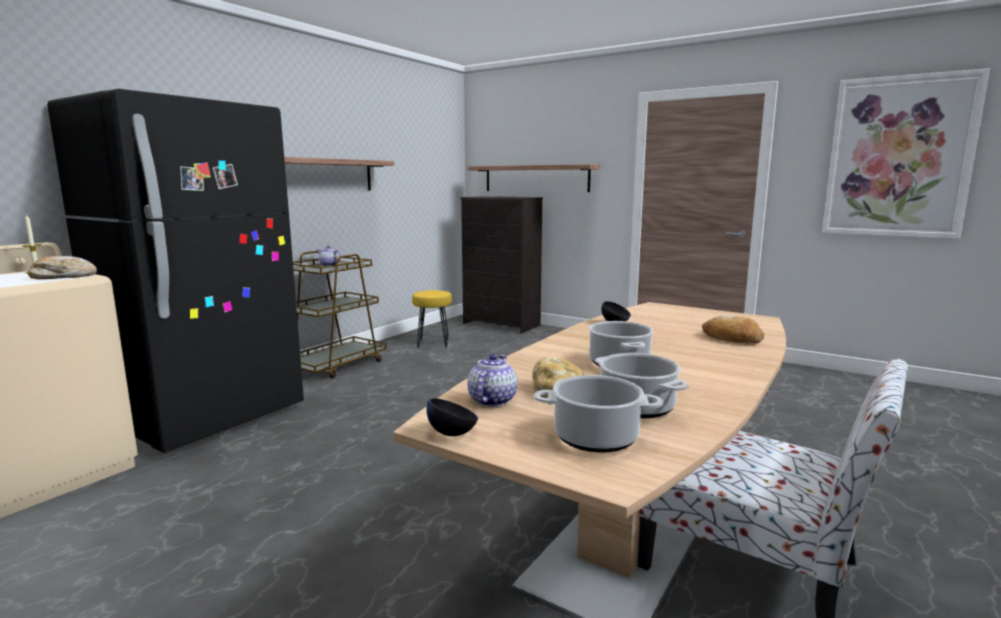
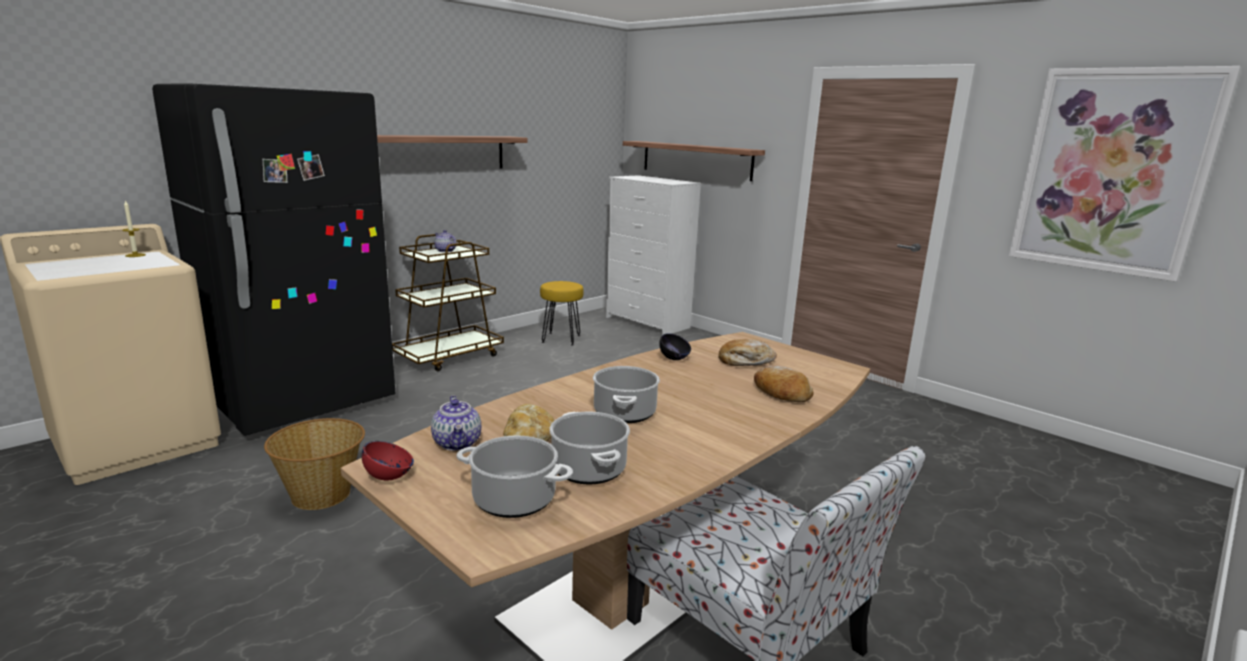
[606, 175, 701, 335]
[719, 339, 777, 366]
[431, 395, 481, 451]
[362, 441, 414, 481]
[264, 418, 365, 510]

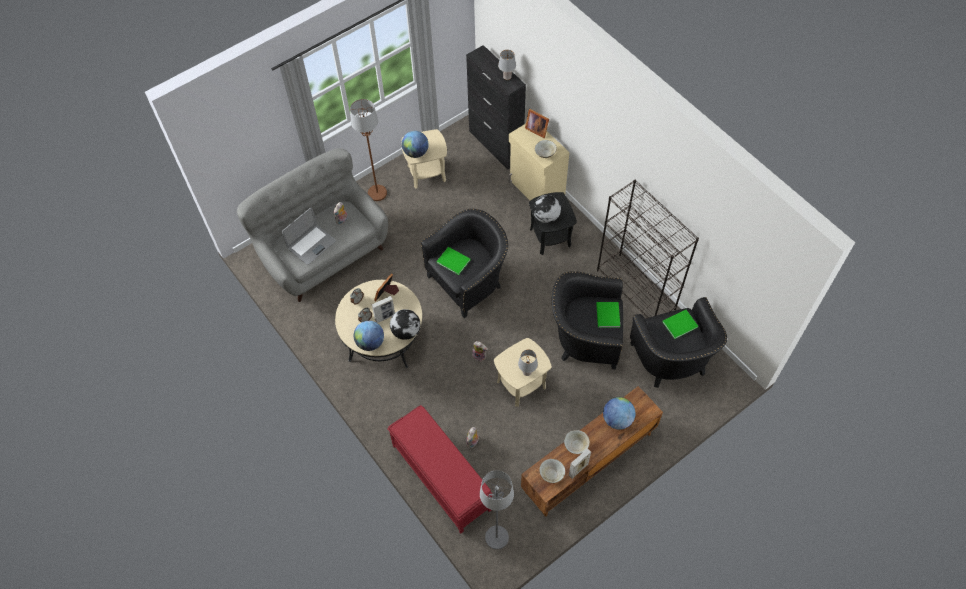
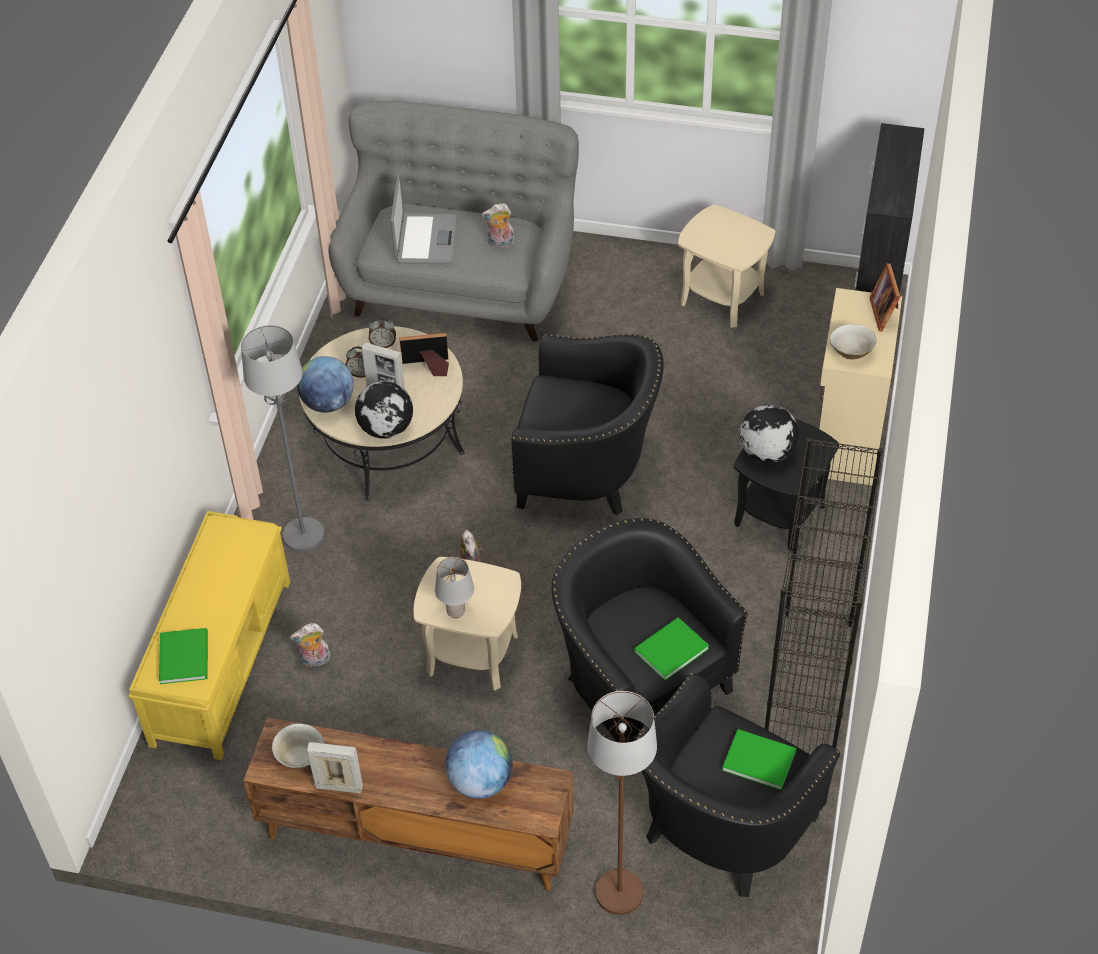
[498, 50, 516, 80] (first image)
[587, 691, 657, 915]
[402, 131, 428, 158] (first image)
[391, 173, 457, 264]
[159, 628, 208, 684]
[128, 511, 290, 760]
[564, 430, 590, 454] (first image)
[241, 325, 324, 552]

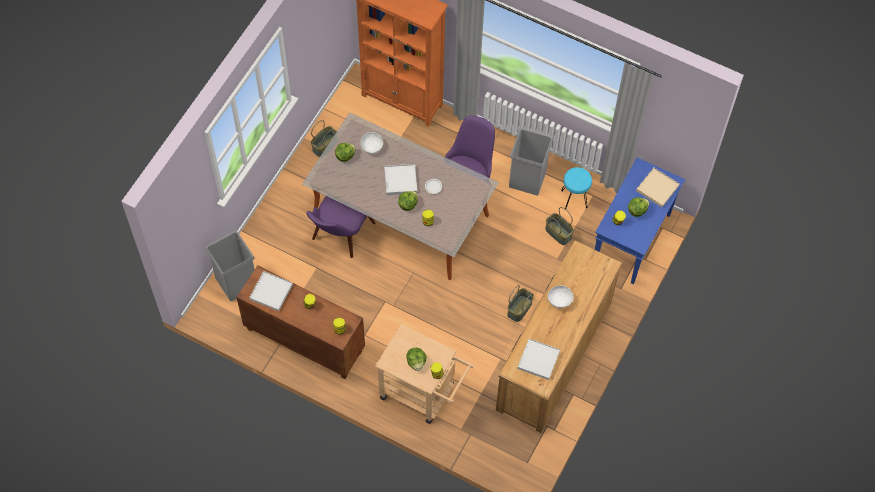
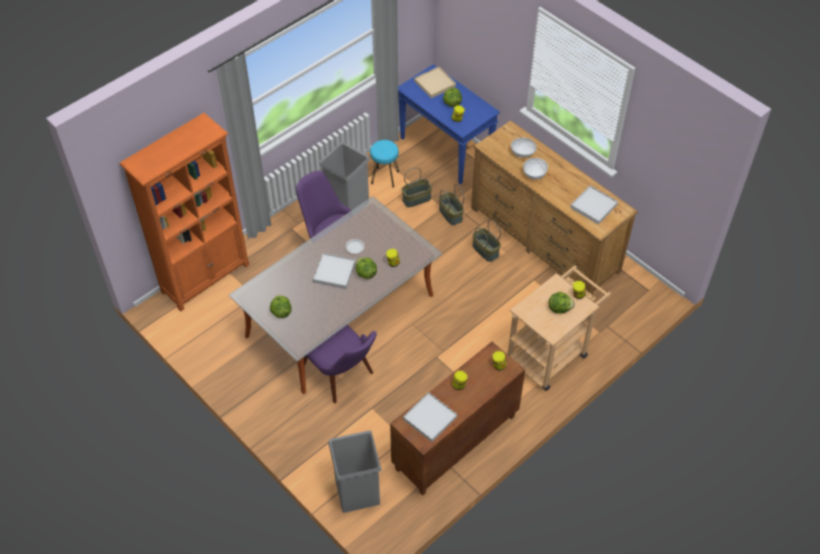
[439, 184, 464, 225]
[511, 138, 537, 158]

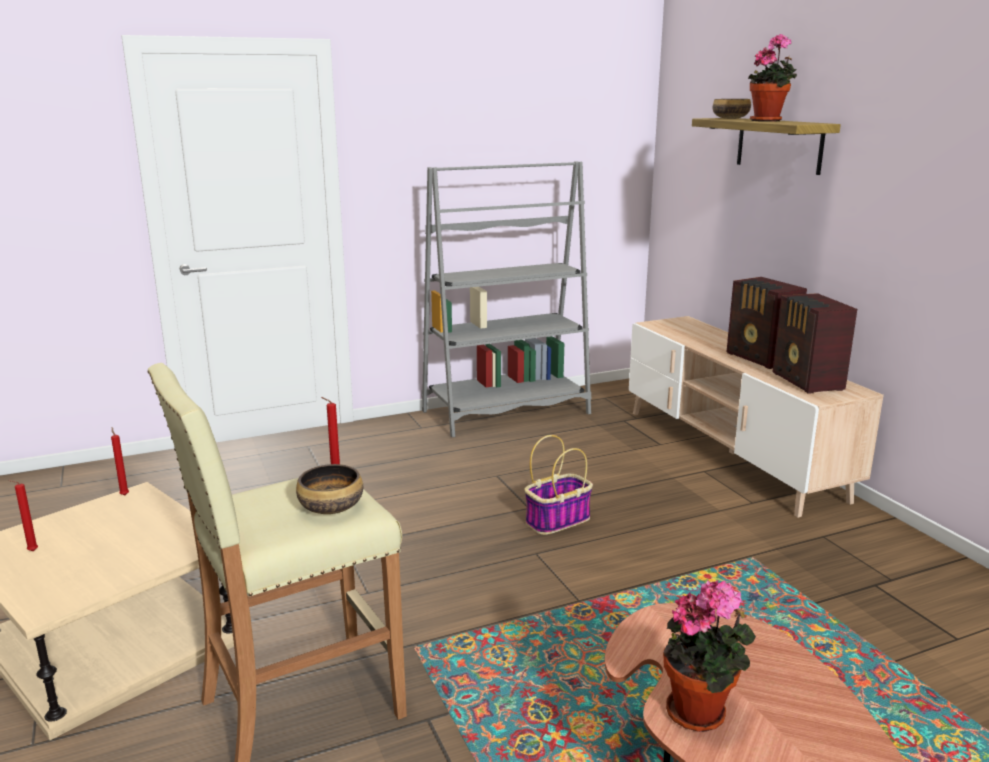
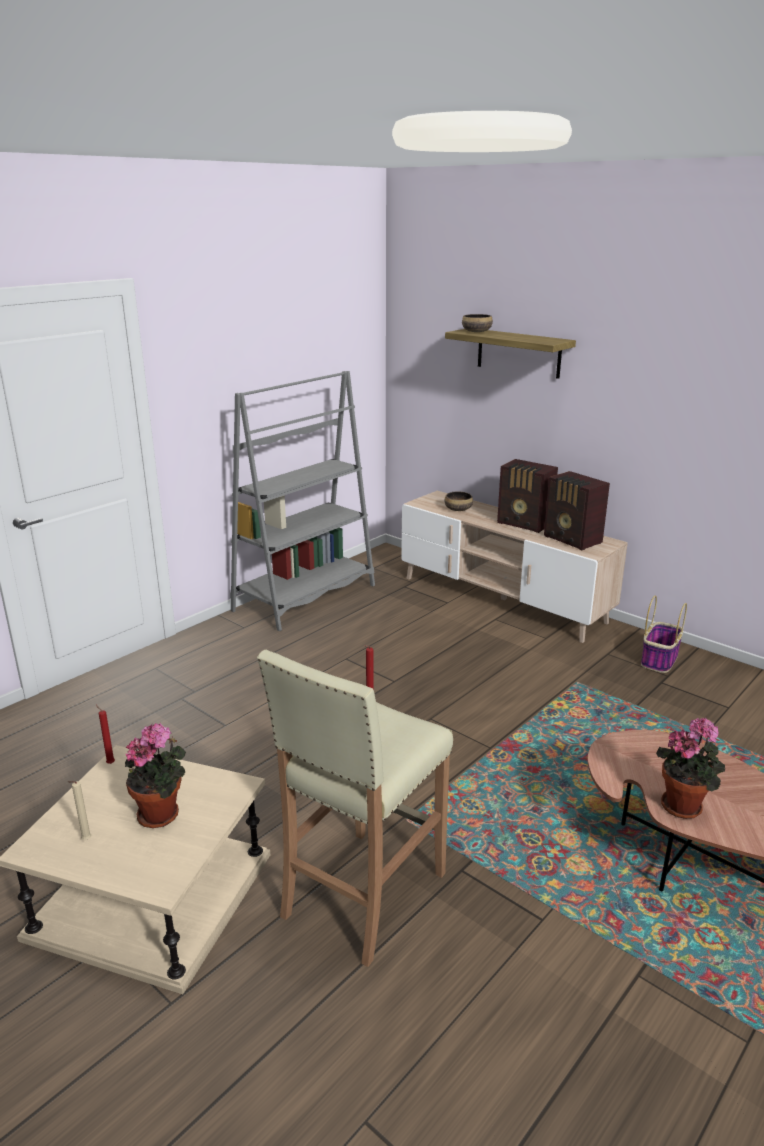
[125, 723, 186, 828]
[641, 596, 687, 673]
[444, 492, 473, 511]
[68, 781, 91, 840]

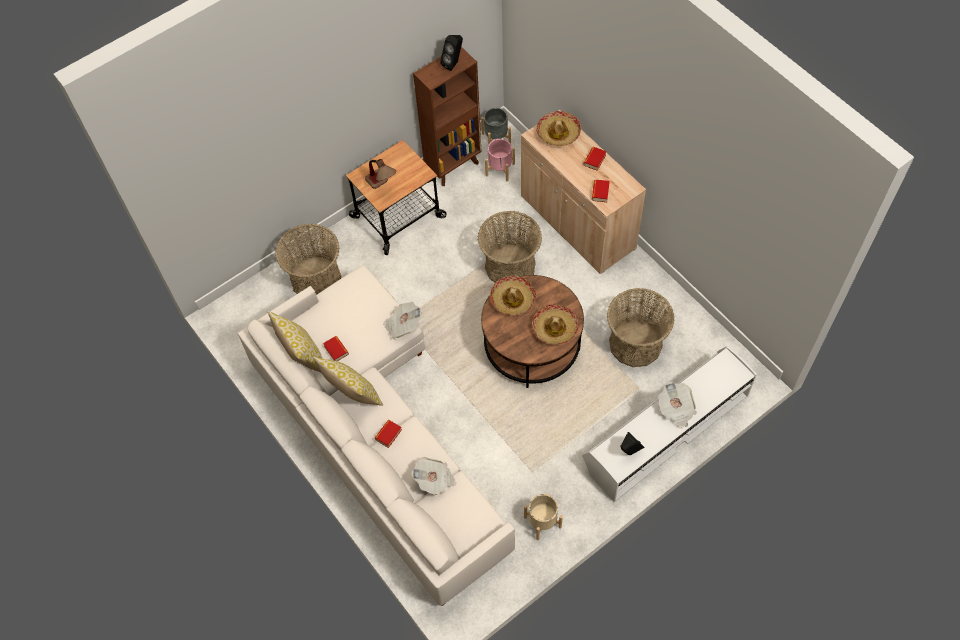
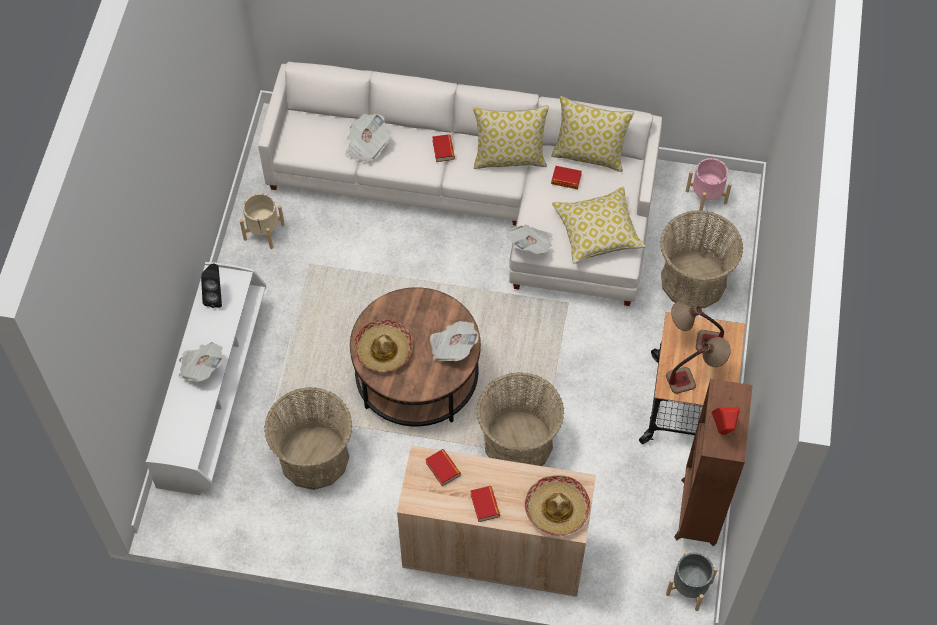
[712, 407, 740, 435]
[686, 158, 732, 211]
[430, 321, 478, 361]
[552, 186, 646, 264]
[666, 337, 731, 394]

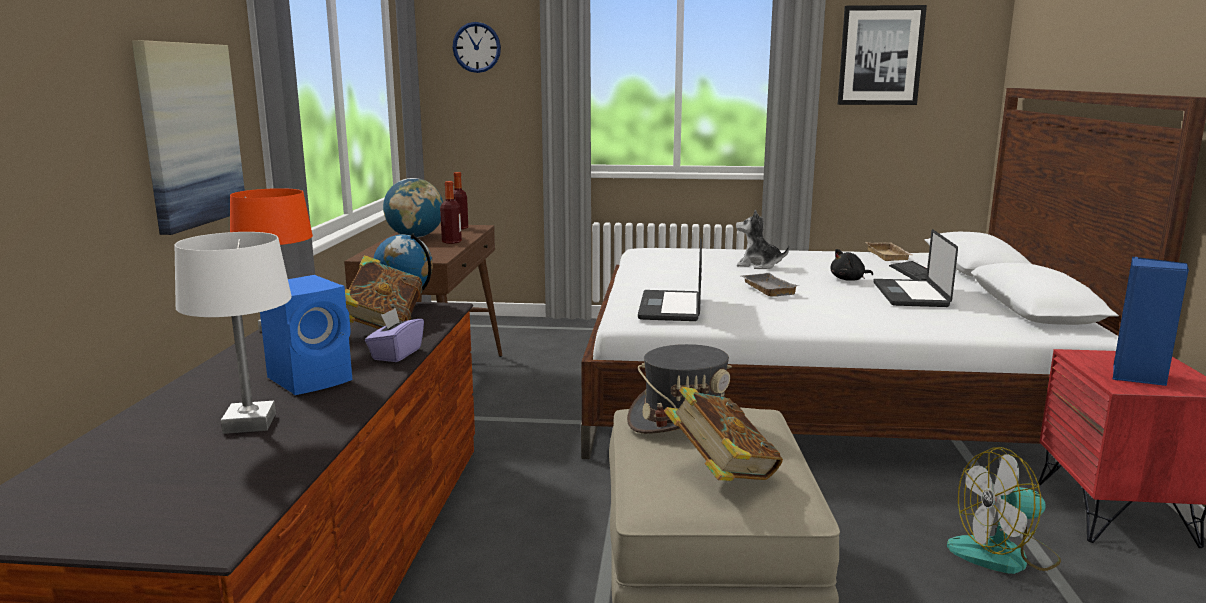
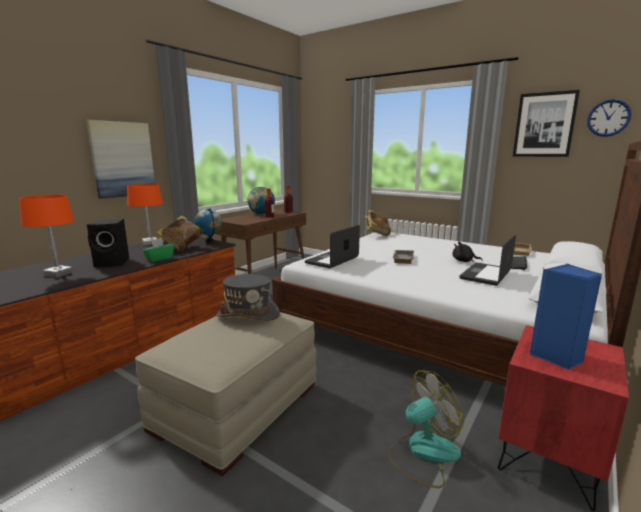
[587, 99, 631, 137]
[736, 210, 790, 269] (first image)
[19, 195, 75, 278]
[87, 219, 129, 267]
[143, 238, 174, 262]
[365, 210, 391, 236]
[388, 370, 464, 488]

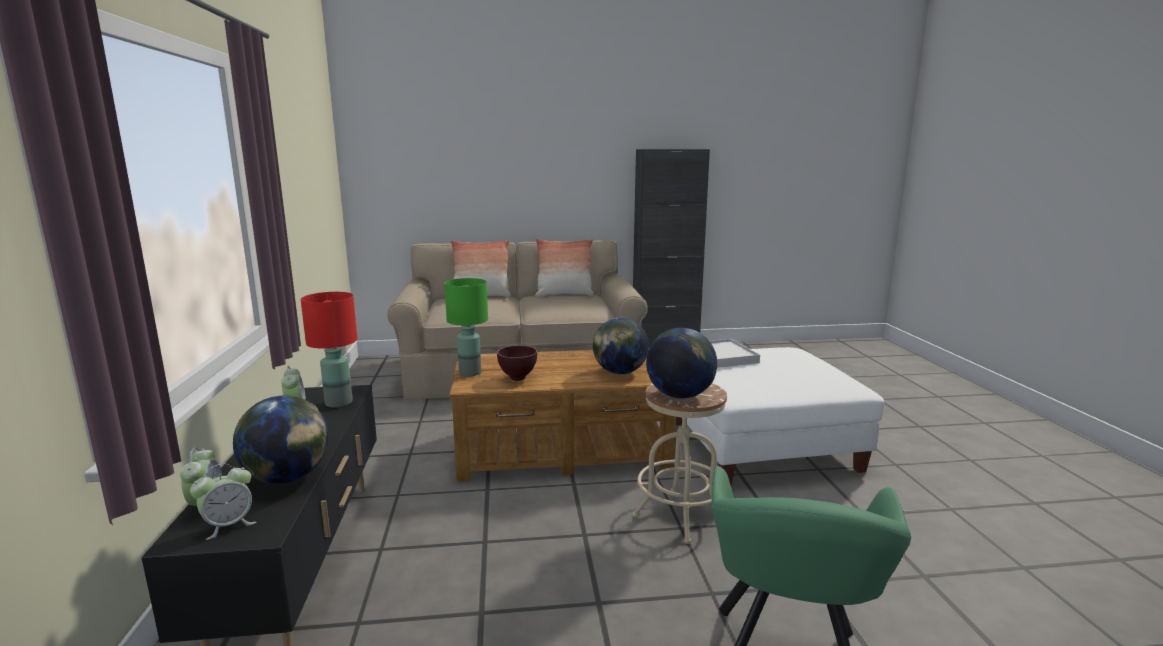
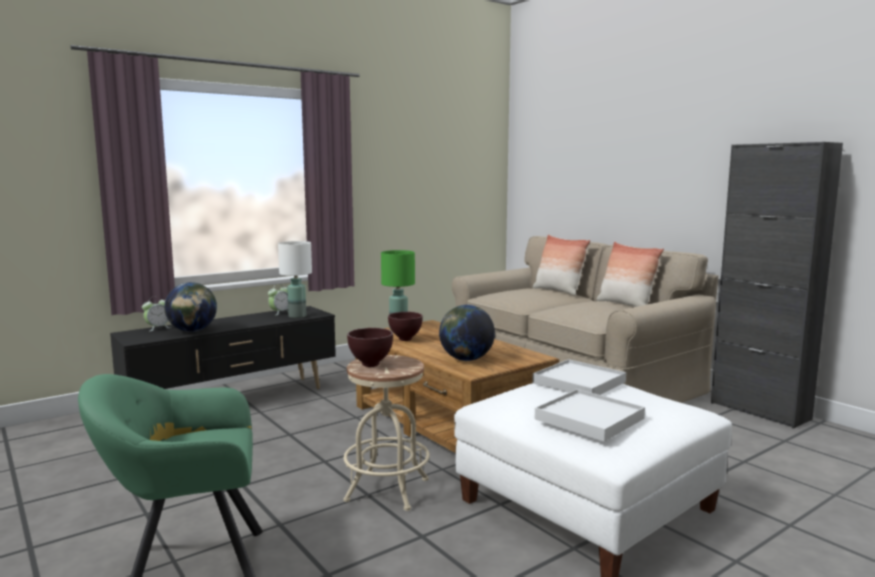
[278, 241, 312, 318]
[347, 328, 393, 367]
[190, 463, 256, 540] (first image)
[535, 389, 645, 442]

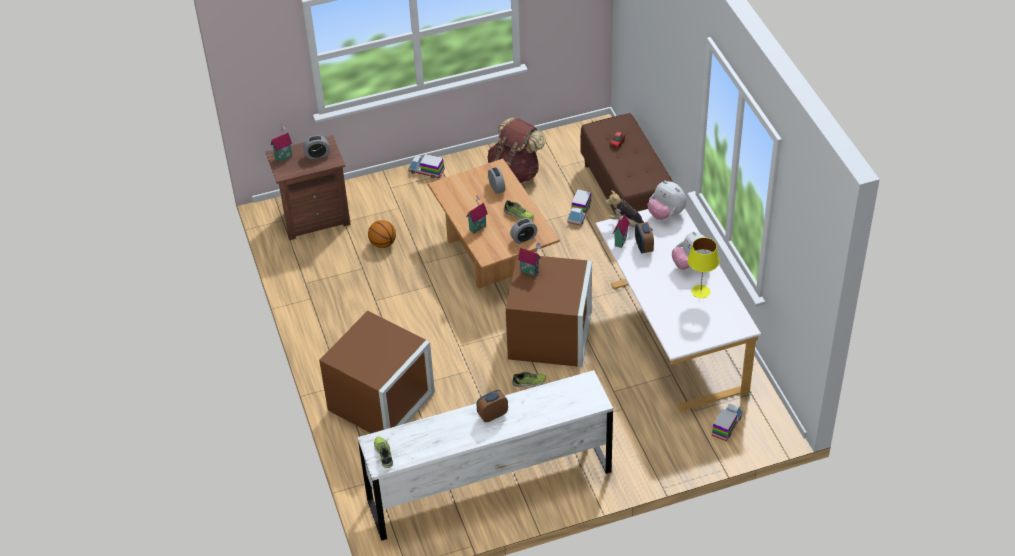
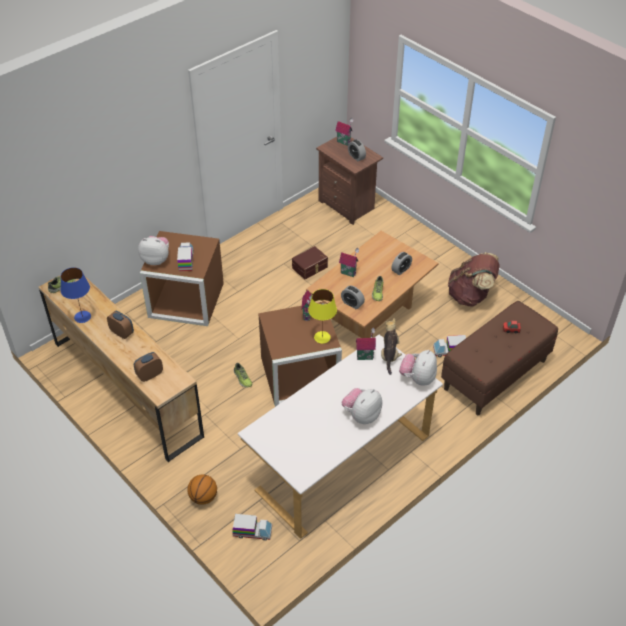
[177, 242, 194, 271]
[187, 475, 217, 505]
[134, 352, 163, 382]
[308, 289, 337, 344]
[39, 267, 204, 462]
[138, 236, 169, 265]
[292, 246, 328, 280]
[60, 267, 91, 323]

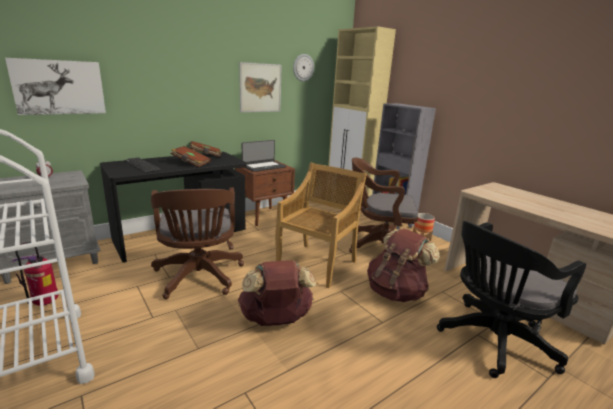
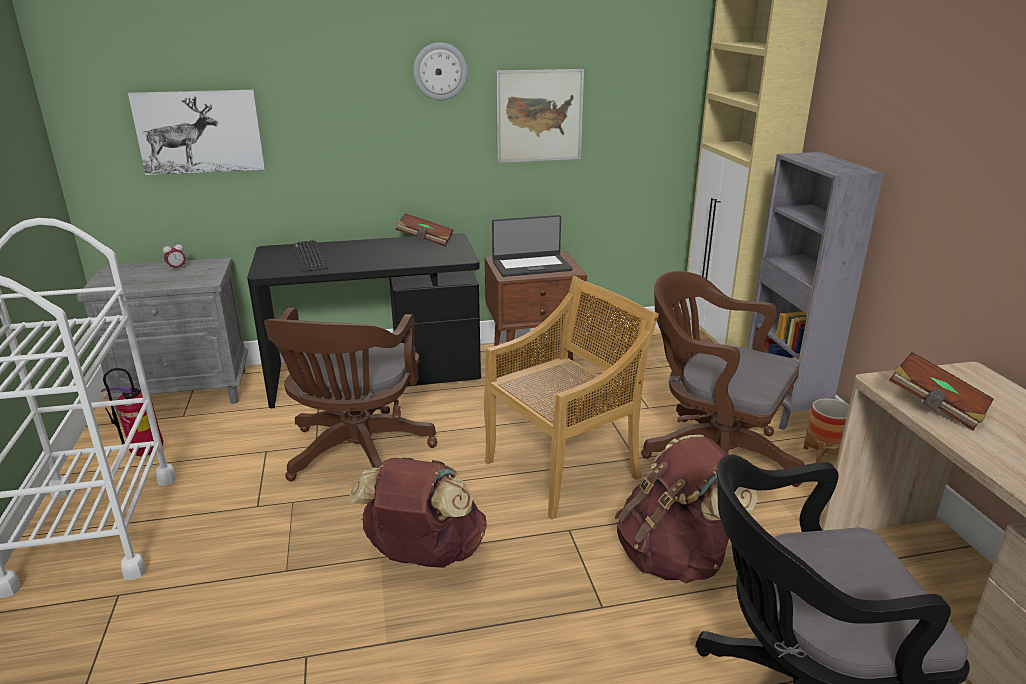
[413, 42, 468, 100]
[889, 352, 994, 431]

